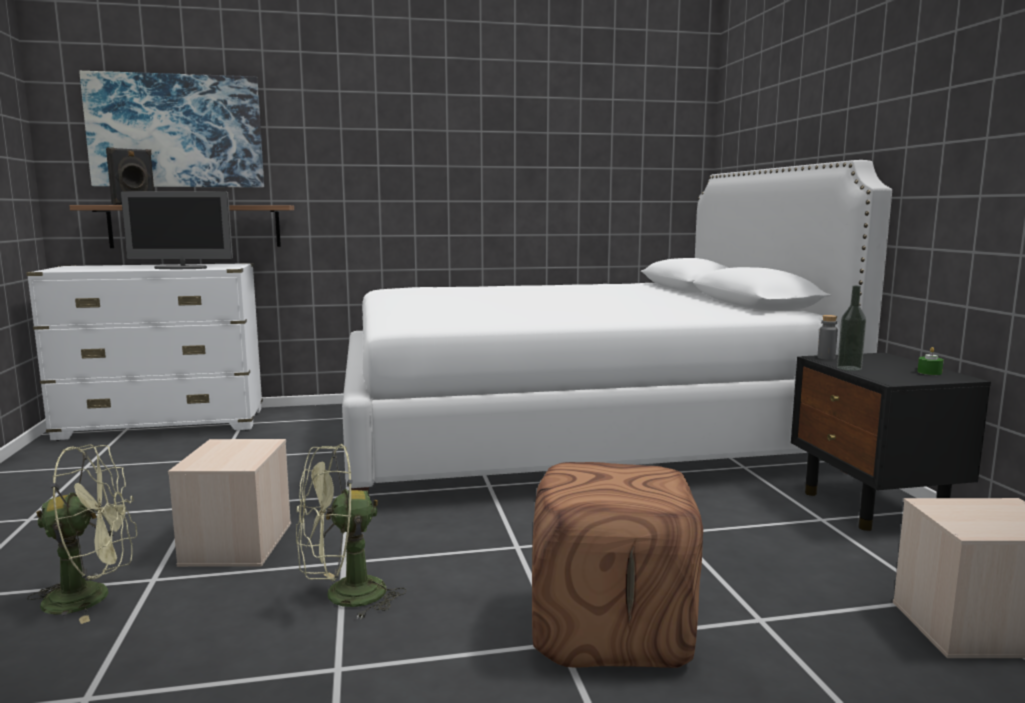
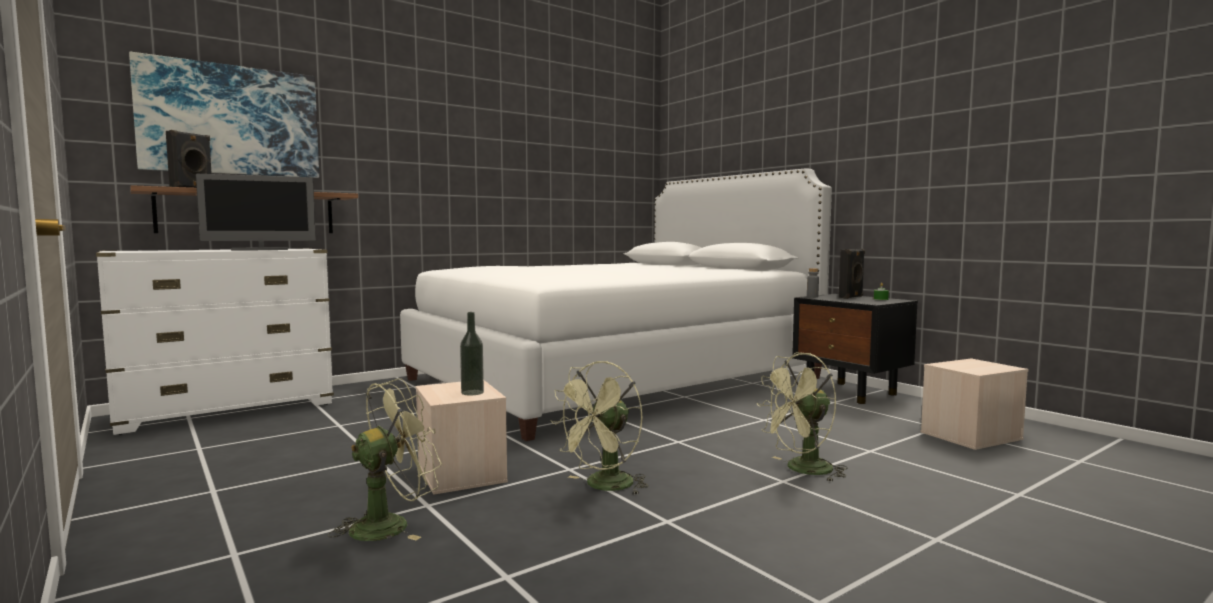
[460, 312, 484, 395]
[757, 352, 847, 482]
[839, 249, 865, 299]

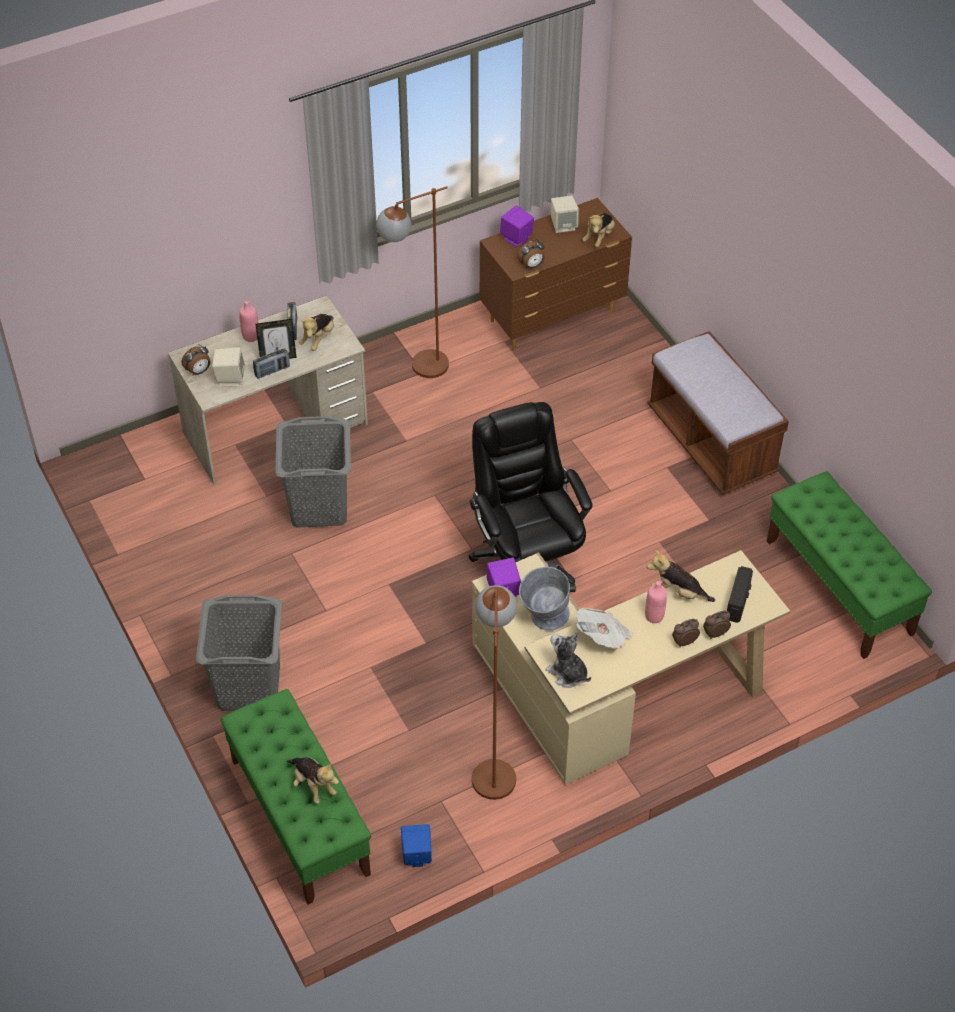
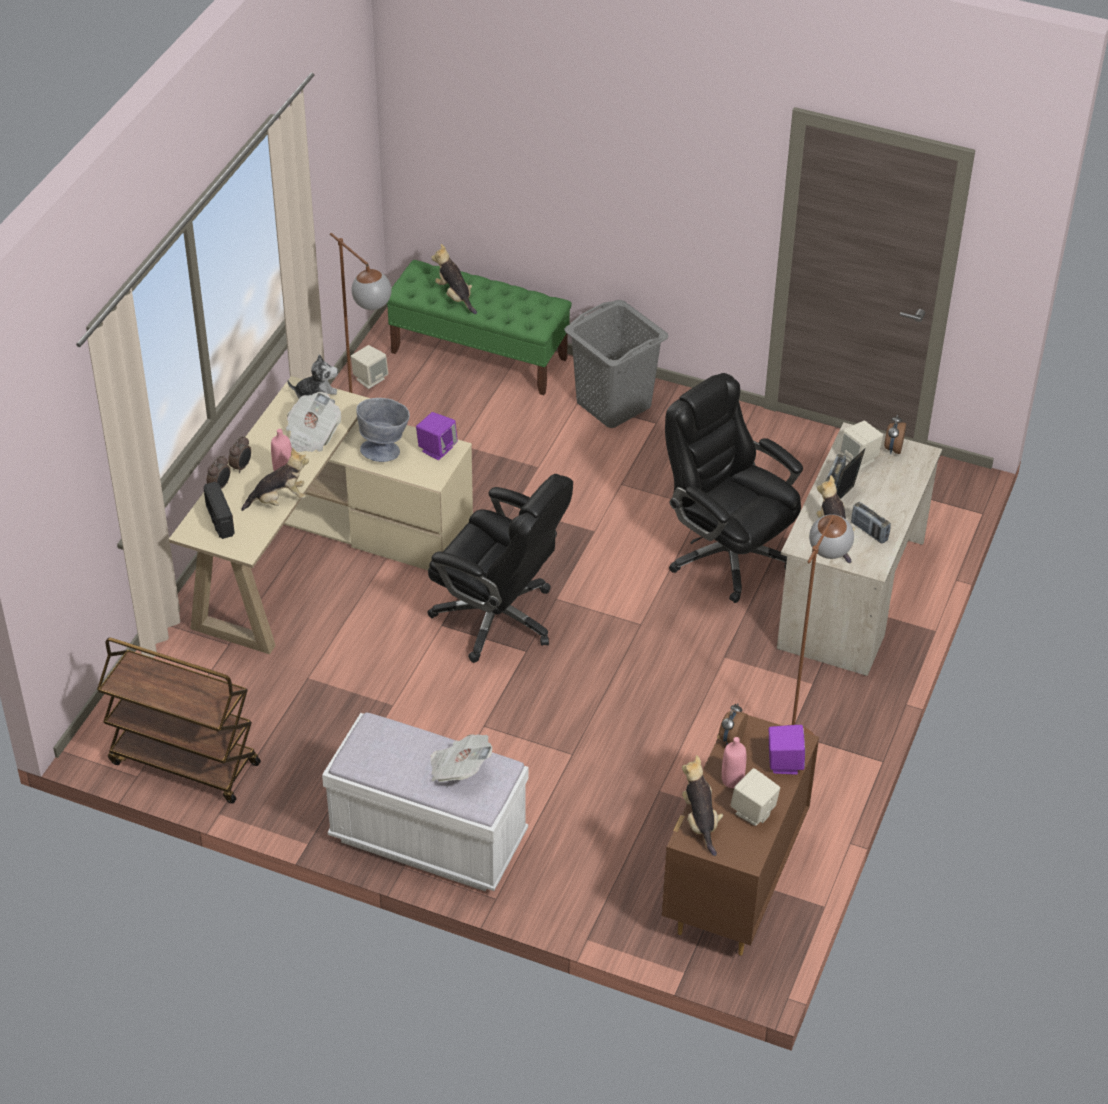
[722, 737, 747, 788]
[322, 712, 528, 892]
[665, 373, 803, 603]
[97, 638, 261, 803]
[431, 244, 477, 314]
[351, 345, 388, 389]
[431, 734, 493, 782]

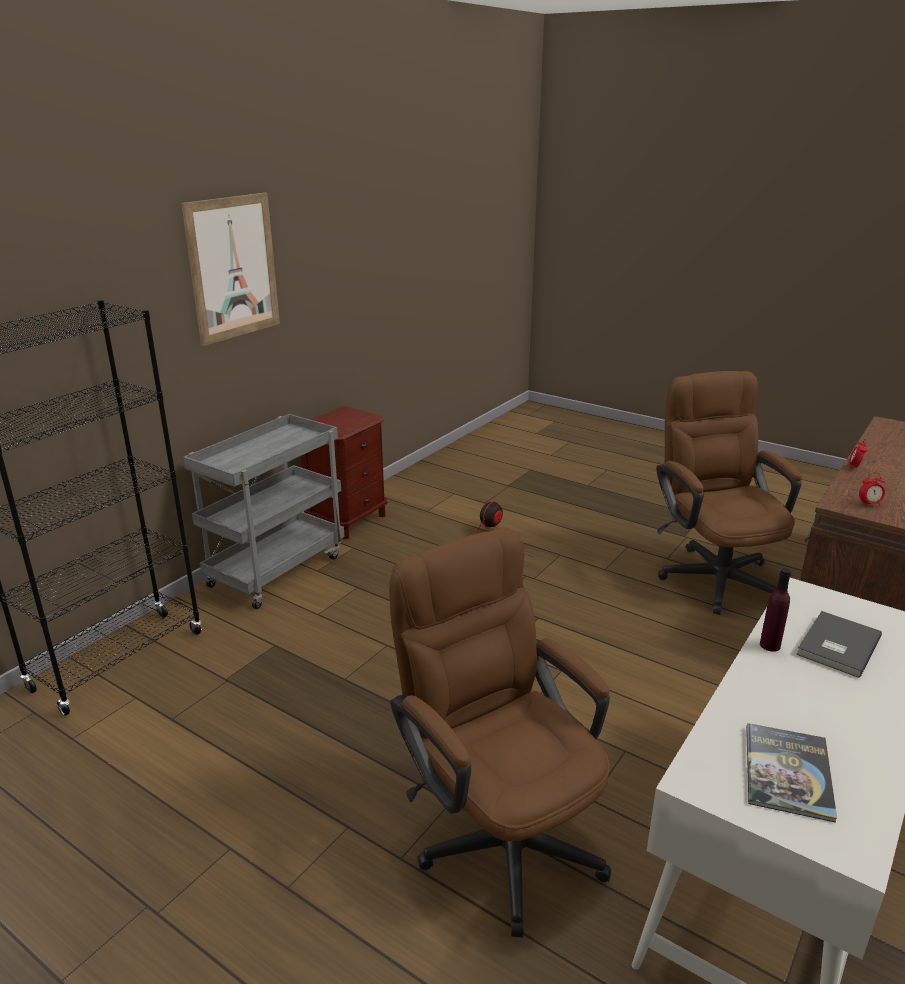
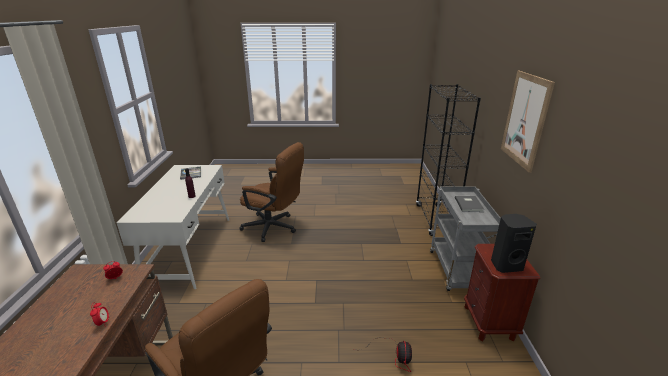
[455, 196, 484, 212]
[491, 214, 537, 273]

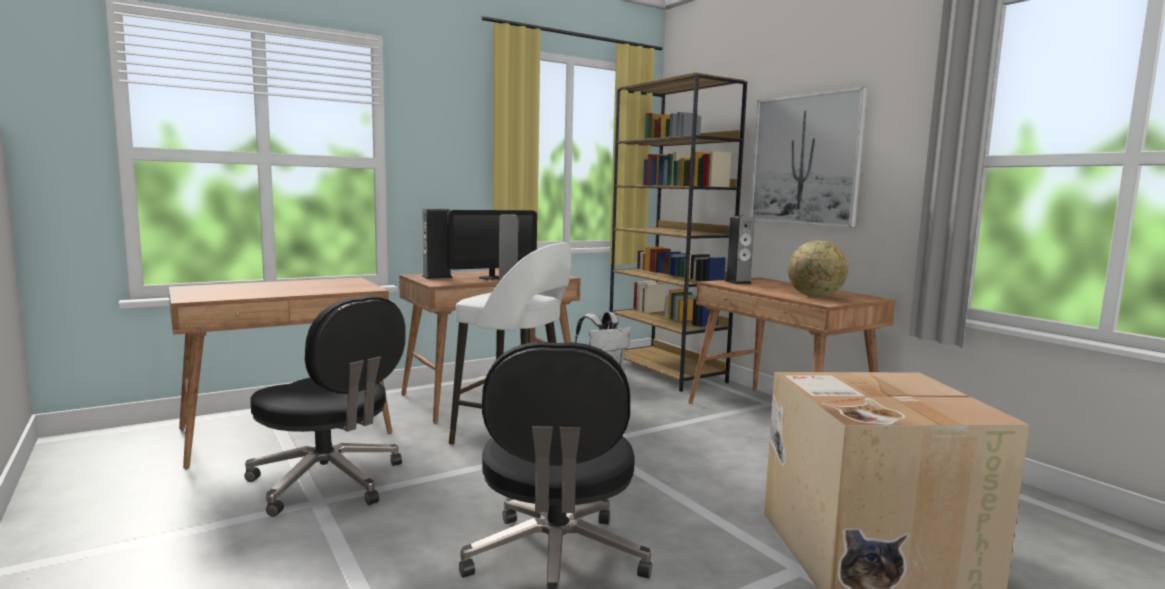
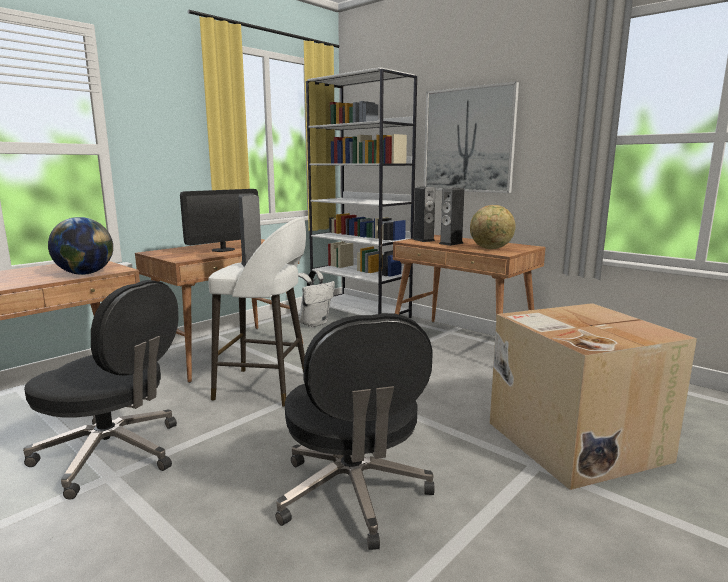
[306, 67, 417, 318]
[439, 188, 465, 246]
[48, 217, 113, 275]

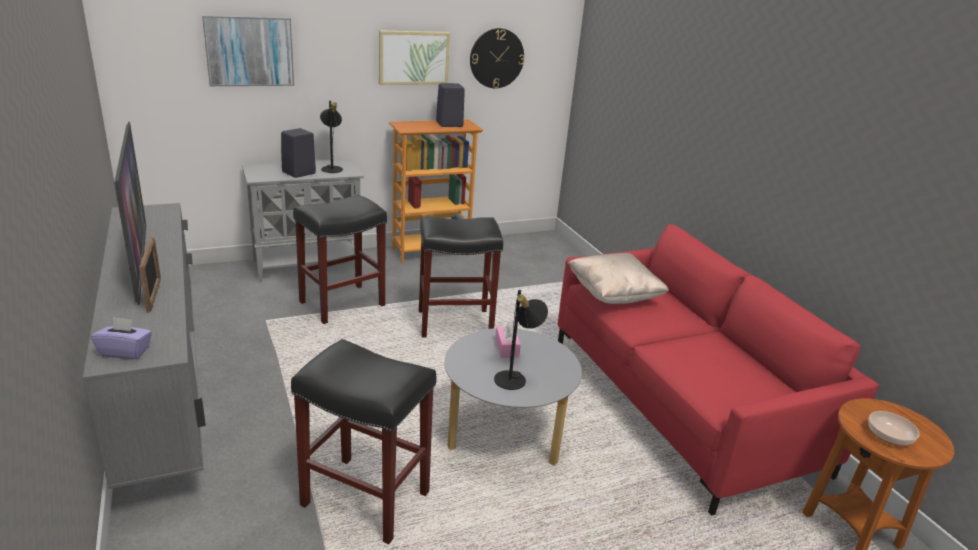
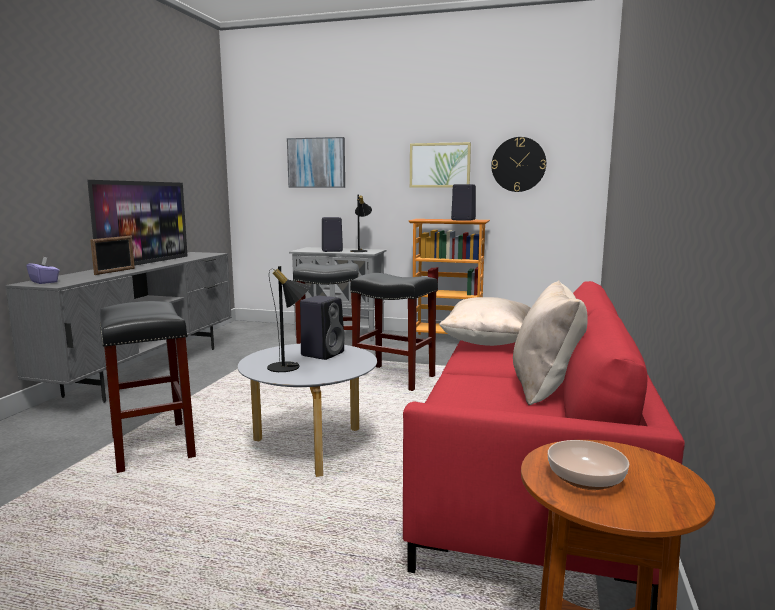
[300, 295, 345, 360]
[513, 280, 588, 405]

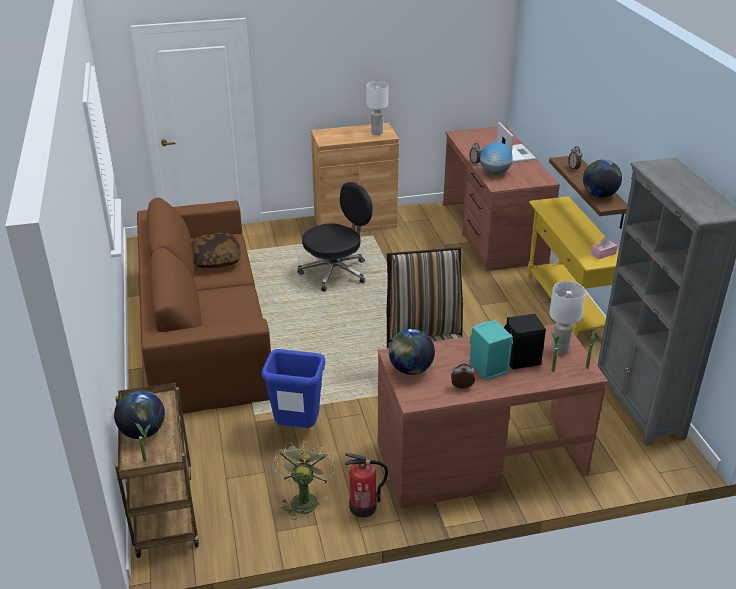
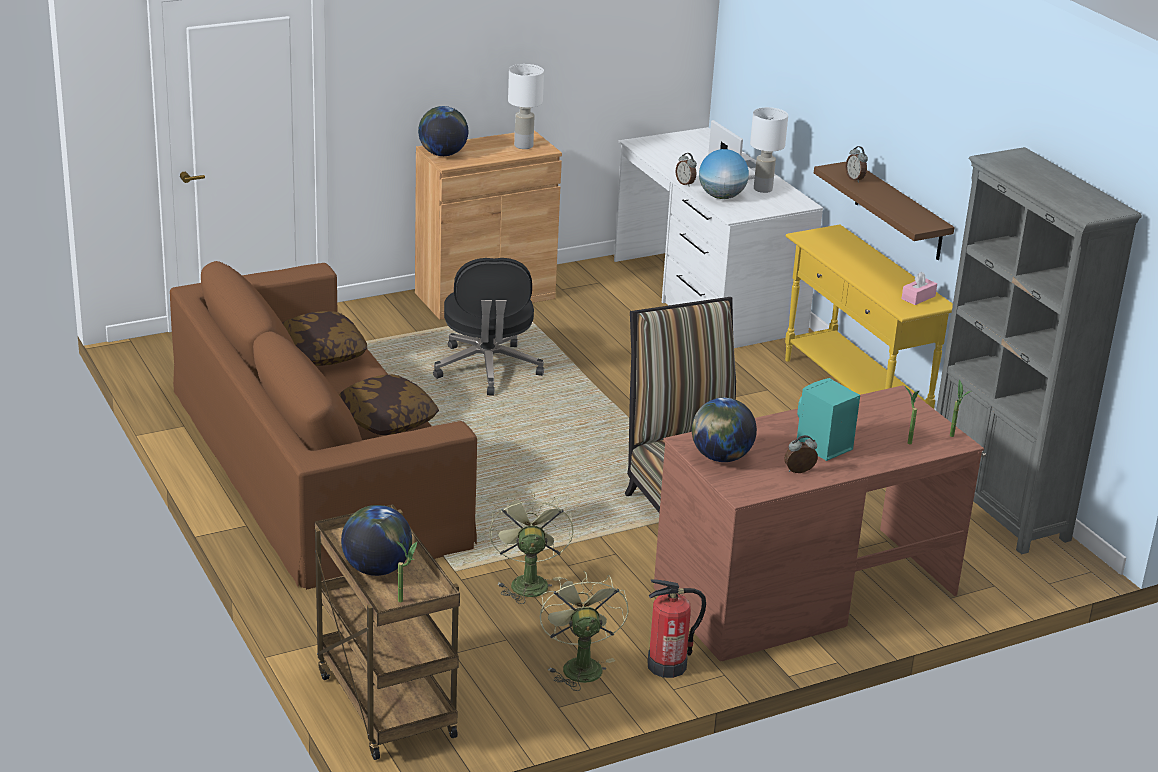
[614, 127, 823, 348]
[418, 106, 468, 156]
[433, 258, 544, 396]
[750, 107, 788, 193]
[504, 314, 546, 369] (first image)
[489, 491, 573, 604]
[339, 374, 439, 435]

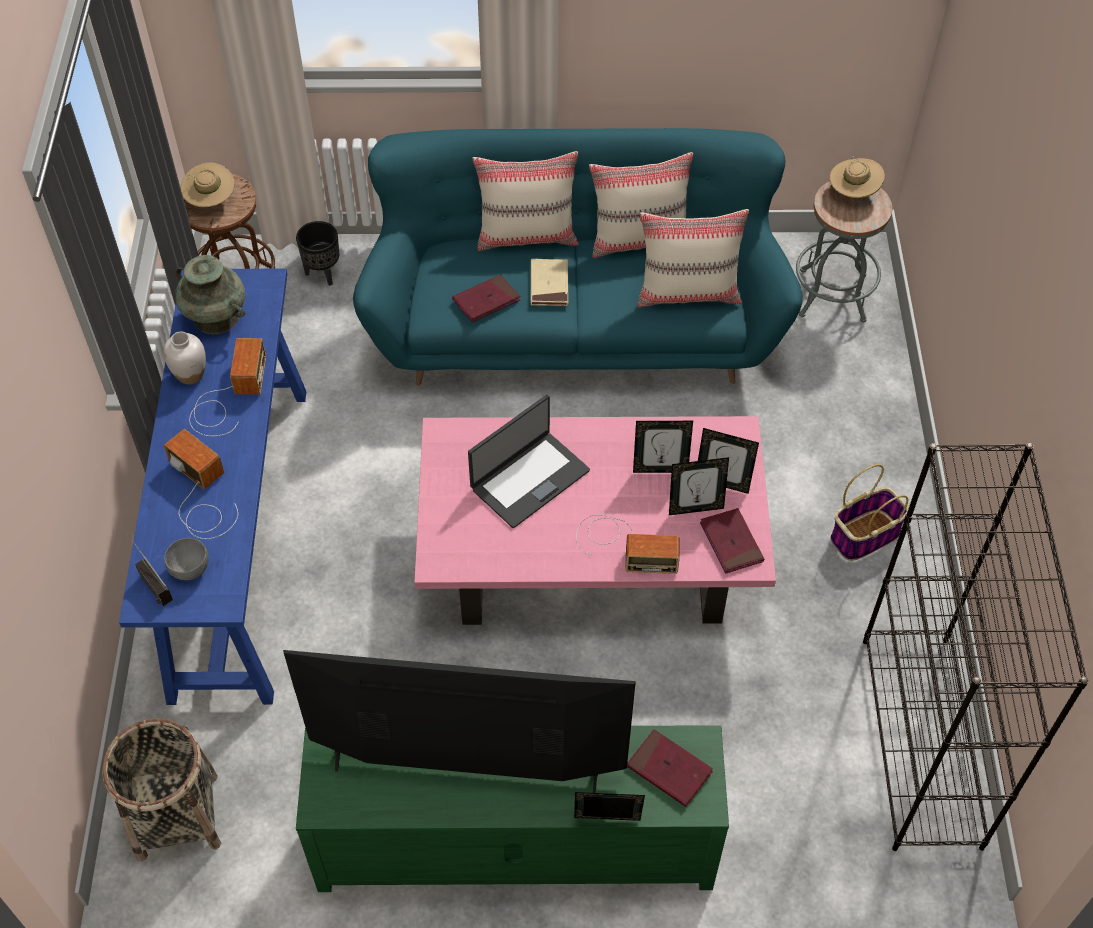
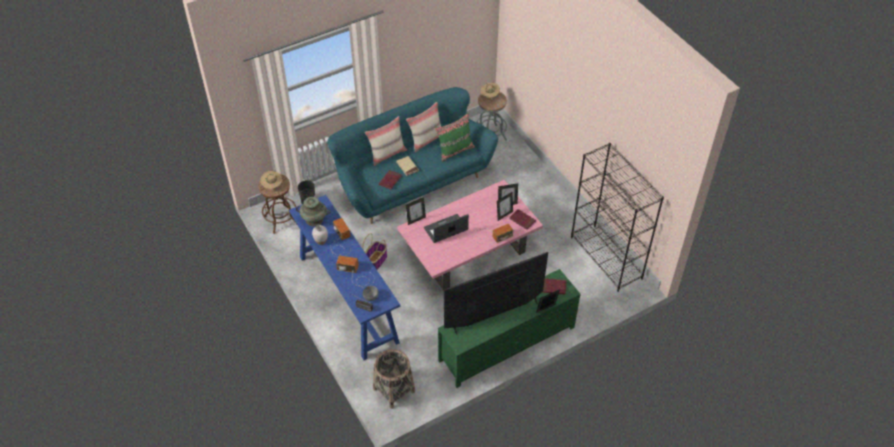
[435, 113, 475, 162]
[424, 214, 469, 243]
[406, 197, 426, 225]
[363, 233, 387, 270]

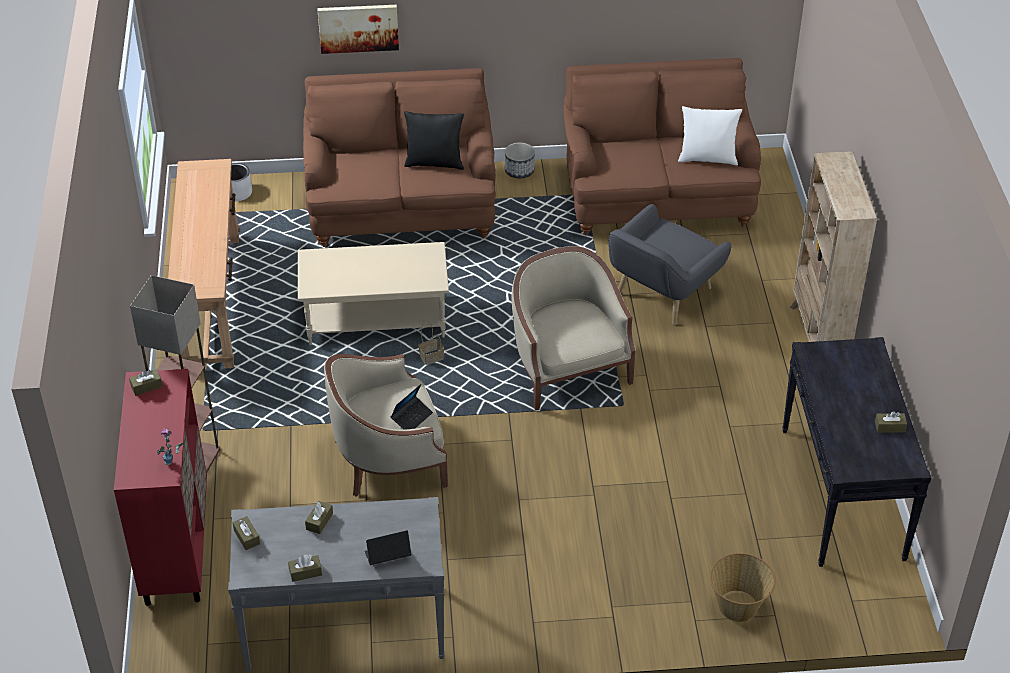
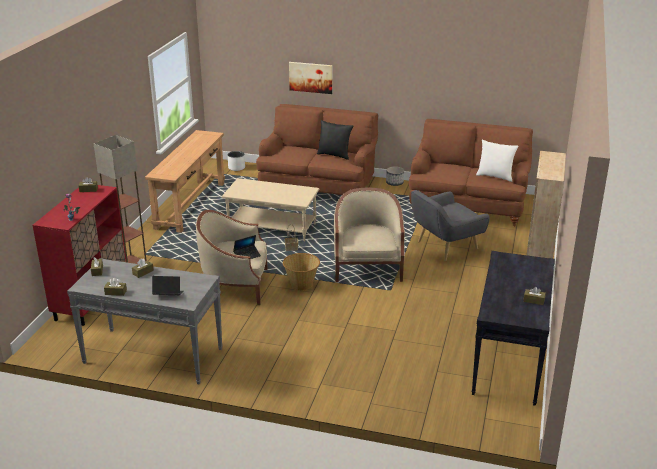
[283, 253, 320, 290]

